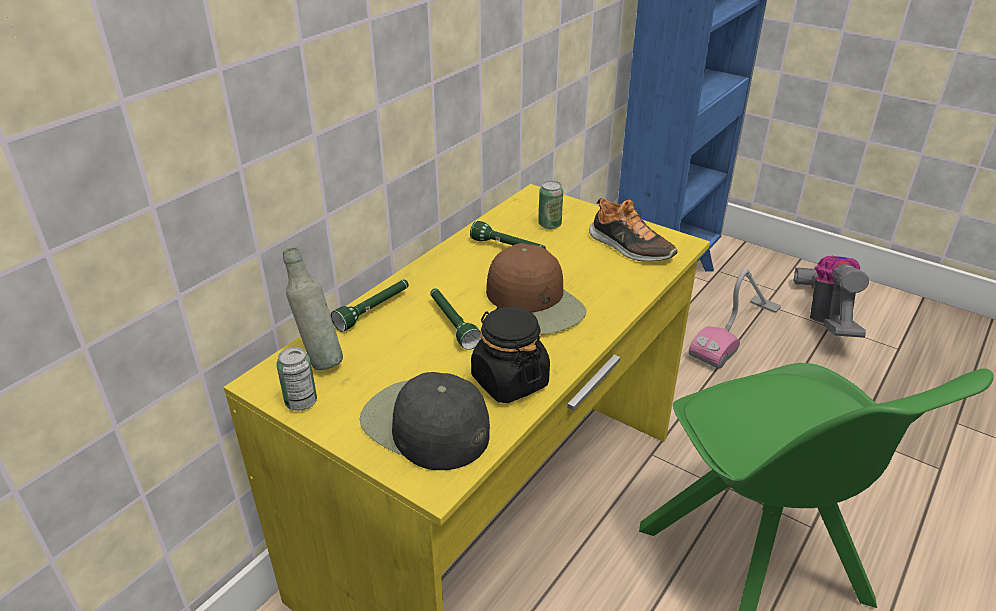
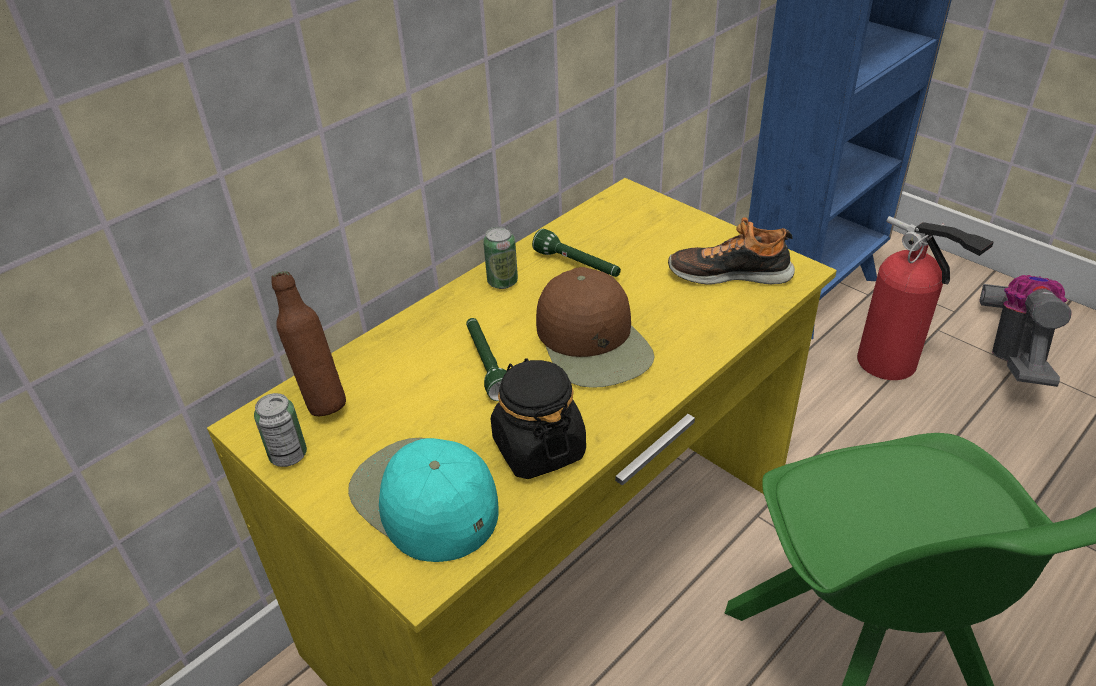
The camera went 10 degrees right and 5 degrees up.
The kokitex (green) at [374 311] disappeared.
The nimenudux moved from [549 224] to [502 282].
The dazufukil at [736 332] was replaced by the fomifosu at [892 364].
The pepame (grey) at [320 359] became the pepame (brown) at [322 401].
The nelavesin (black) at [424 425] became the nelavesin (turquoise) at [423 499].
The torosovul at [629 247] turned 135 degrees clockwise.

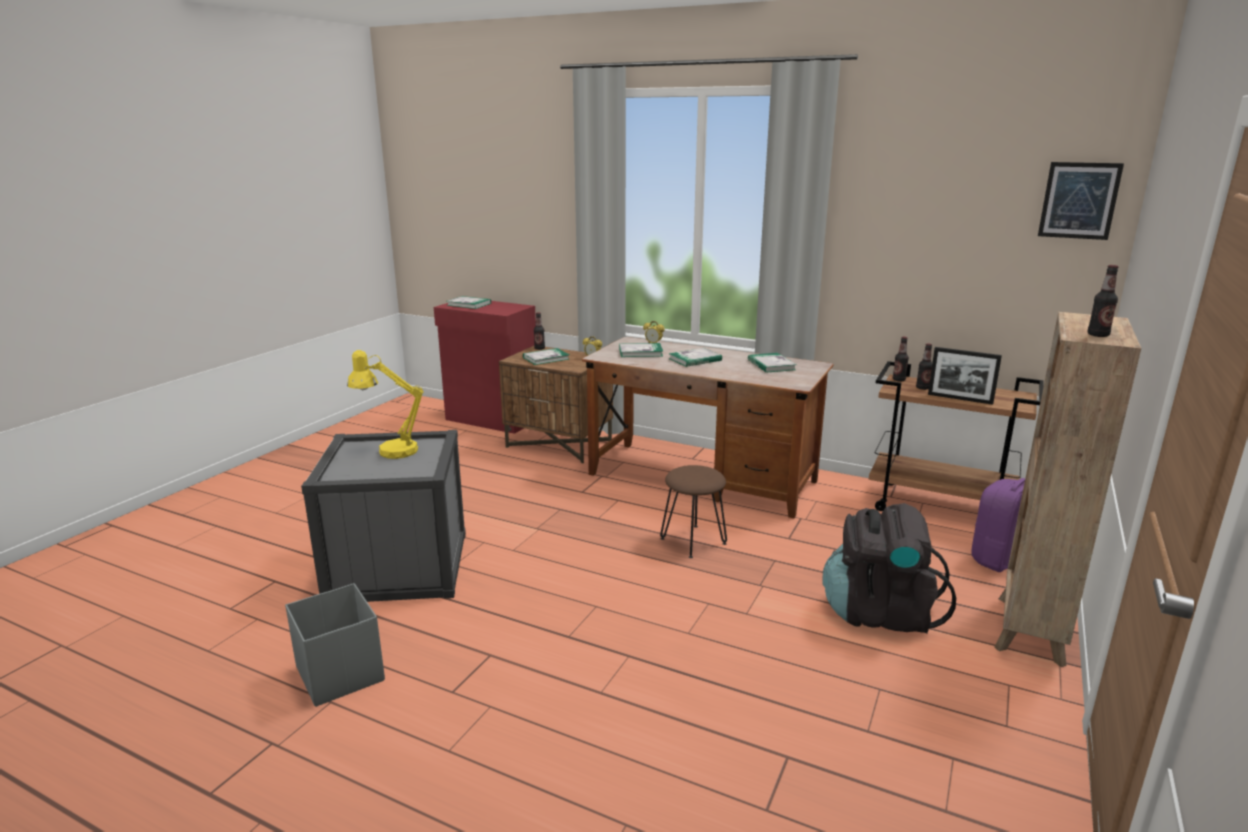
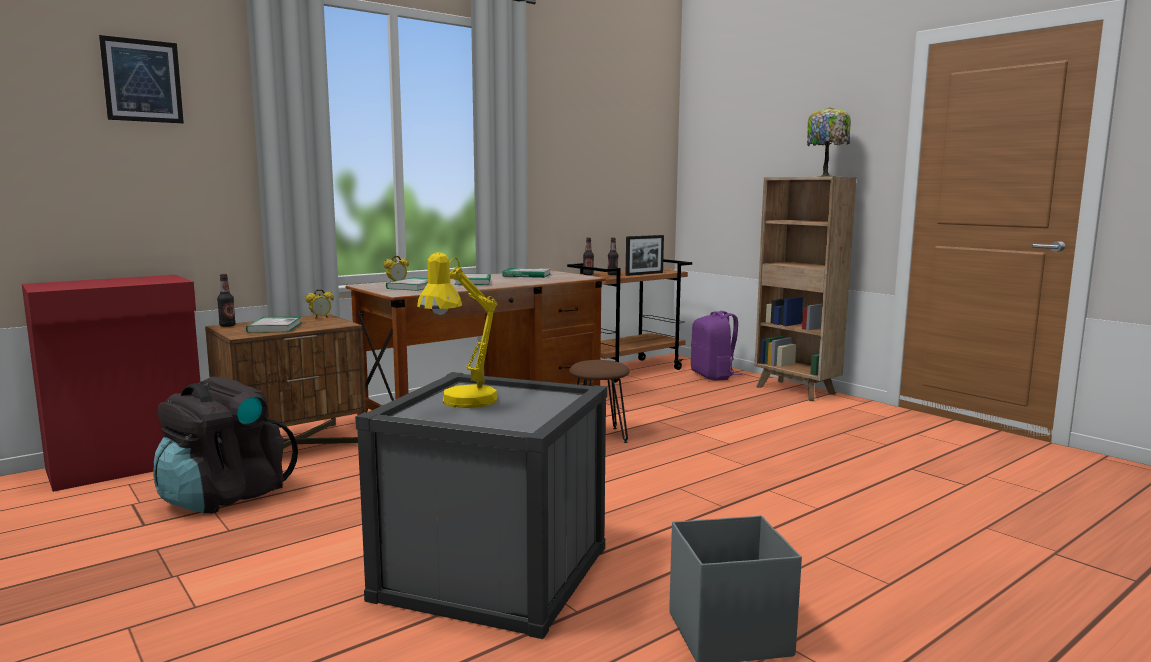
The camera went 65 degrees left and 10 degrees down.
The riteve at [469 304] disappeared.
The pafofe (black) moved from [879 613] to [224 496].
The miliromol moved from [1079 200] to [142 80].
The pepame at [1098 335] was replaced by the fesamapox at [826 176].

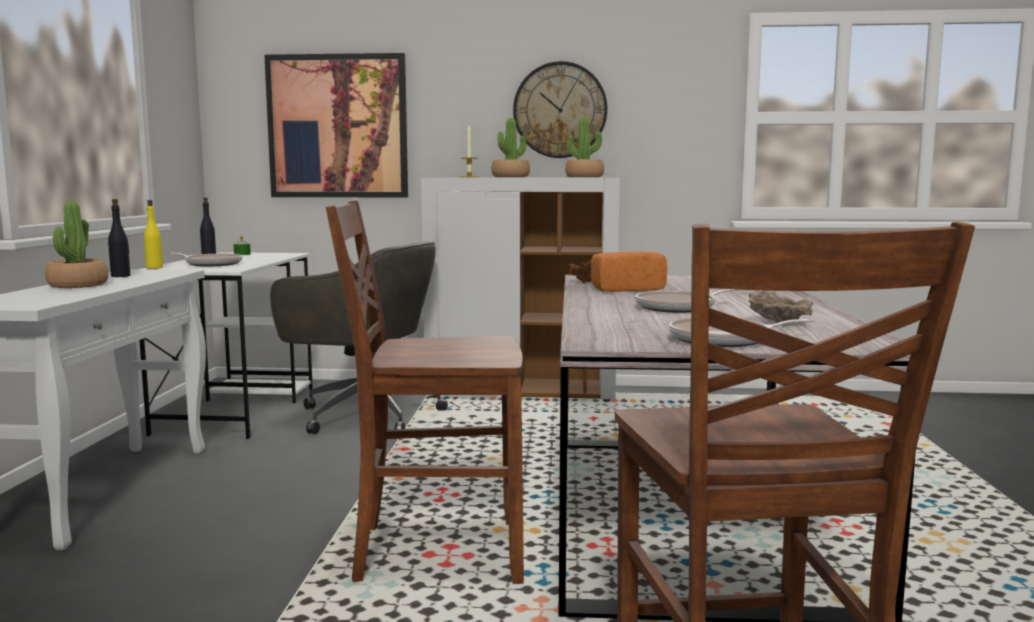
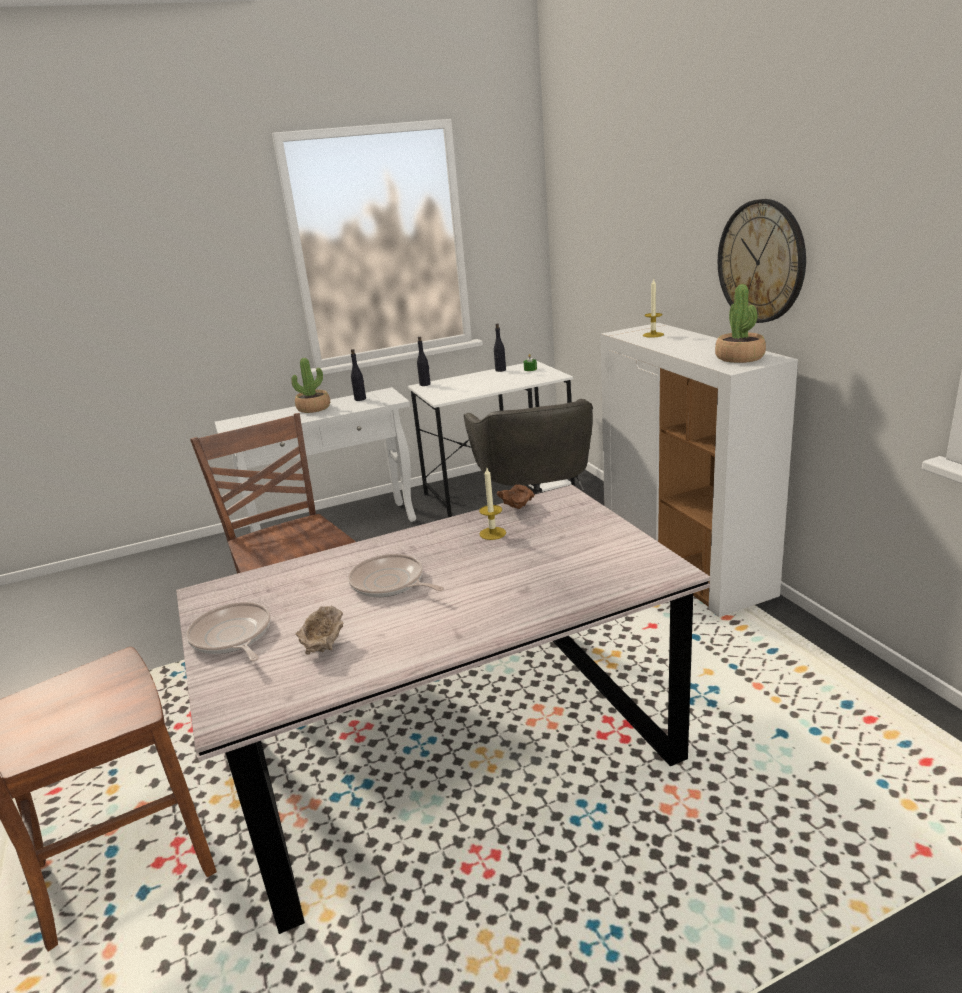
The camera went 65 degrees right and 15 degrees up.
The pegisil at [211 264] disappeared.
The miliromol at [338 126] disappeared.
The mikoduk at [510 177] disappeared.
The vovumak at [625 289] was replaced by the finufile at [492 533].
The pepame (yellow) at [154 268] became the pepame (black) at [425 384].

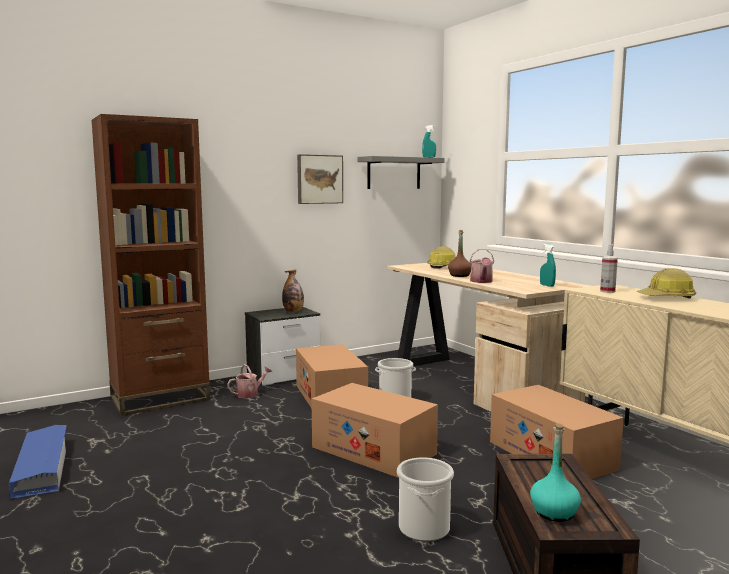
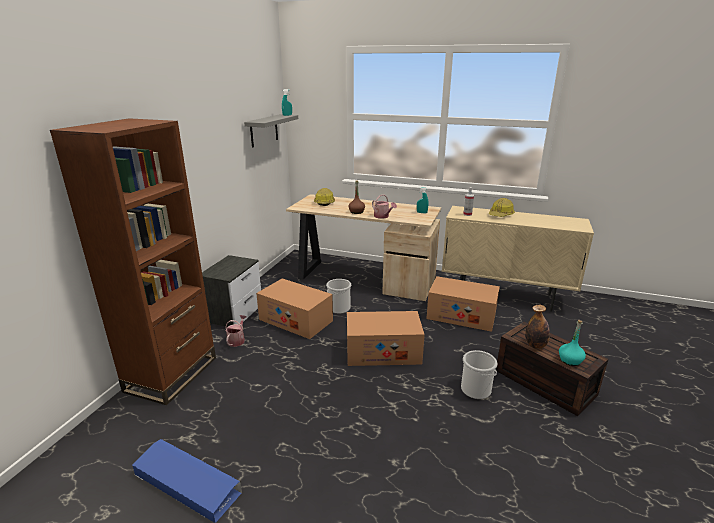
The camera went 40 degrees left and 15 degrees up.
The miliromol at [319 179] disappeared.
The pepame moved from [293 311] to [535 345].

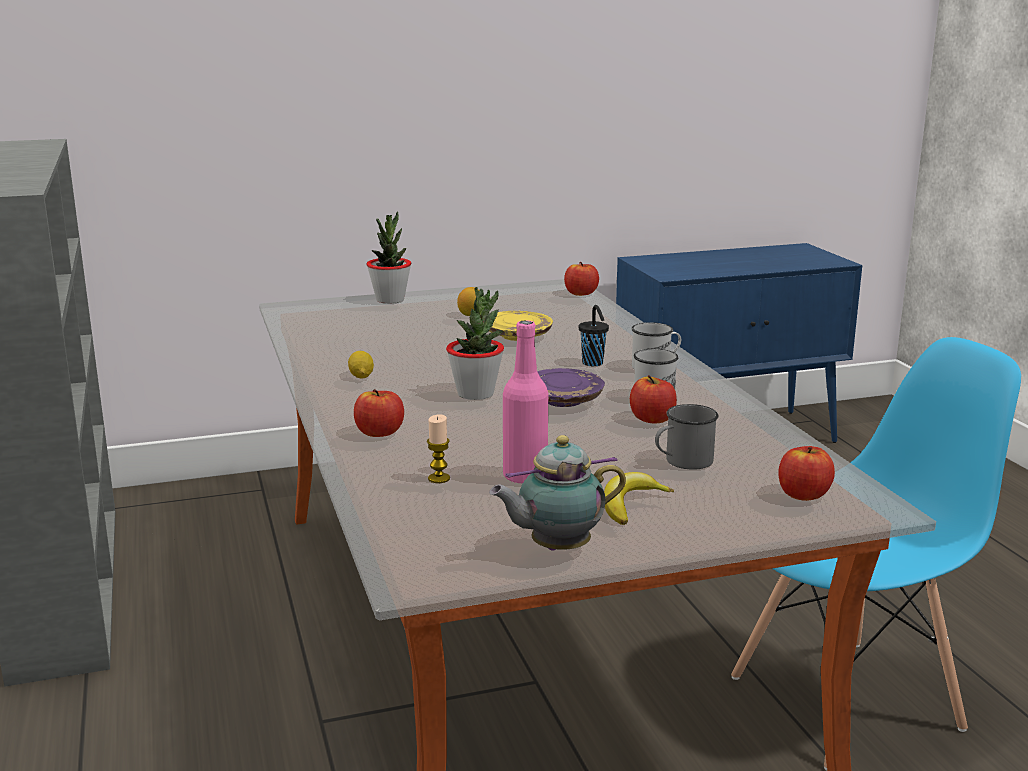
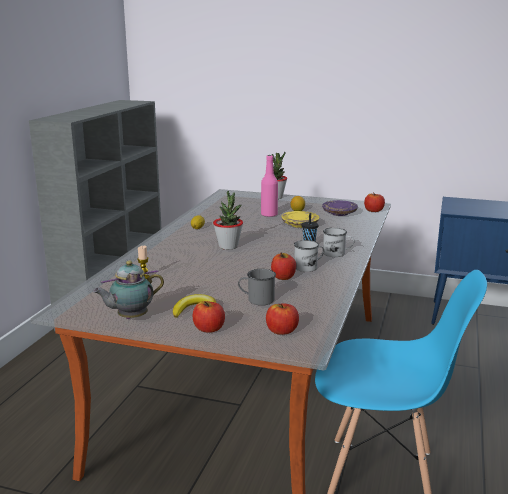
The camera went 35 degrees right and 0 degrees up.
The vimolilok moved from [379 433] to [209 329].
The pepame (pink) moved from [525 476] to [269 215].
The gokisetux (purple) moved from [563 400] to [339 213].
The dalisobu at [556 548] turned 45 degrees counterclockwise.

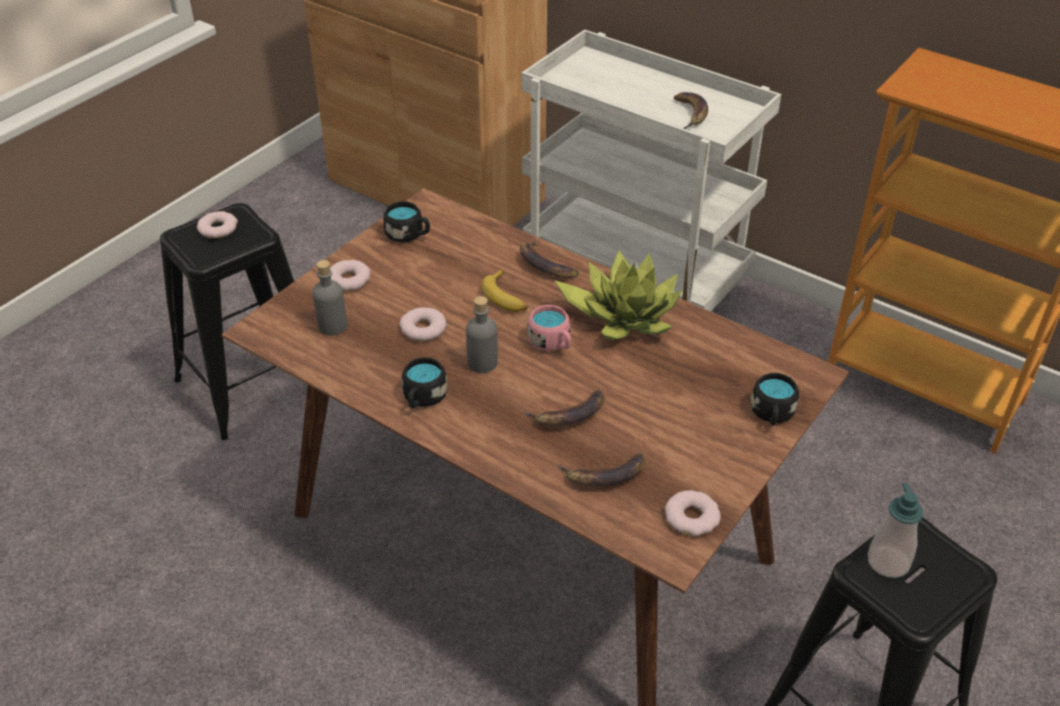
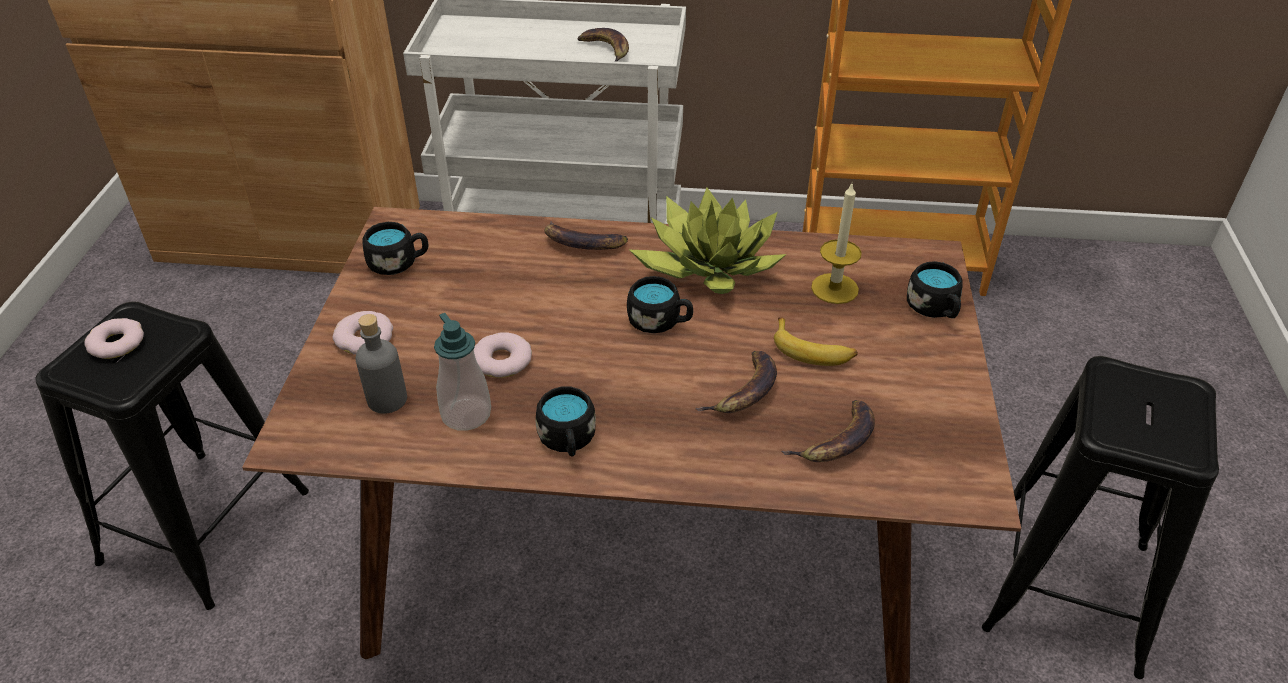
The camera went 30 degrees left and 0 degrees up.
The pepame (grey) at [482 363] disappeared.
The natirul at [692 517] disappeared.
The finufile at [834 288] appeared.
The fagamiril moved from [506 297] to [813 350].
The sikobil moved from [888 562] to [466 414].
The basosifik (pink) at [552 343] became the basosifik (black) at [660 322].

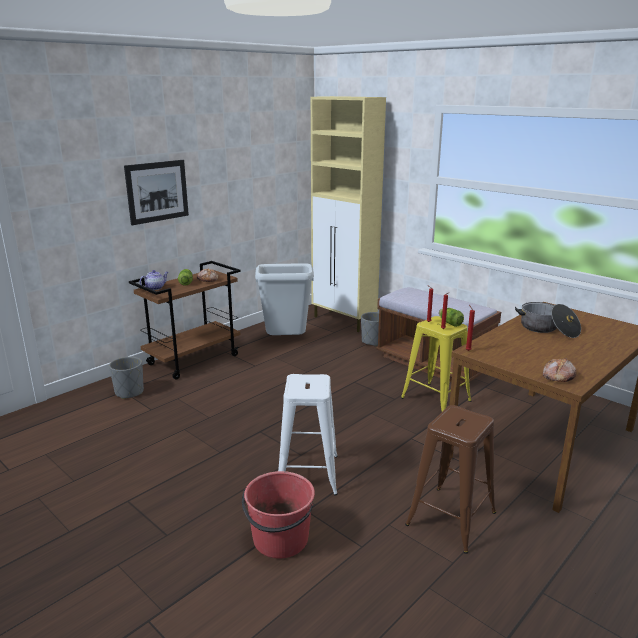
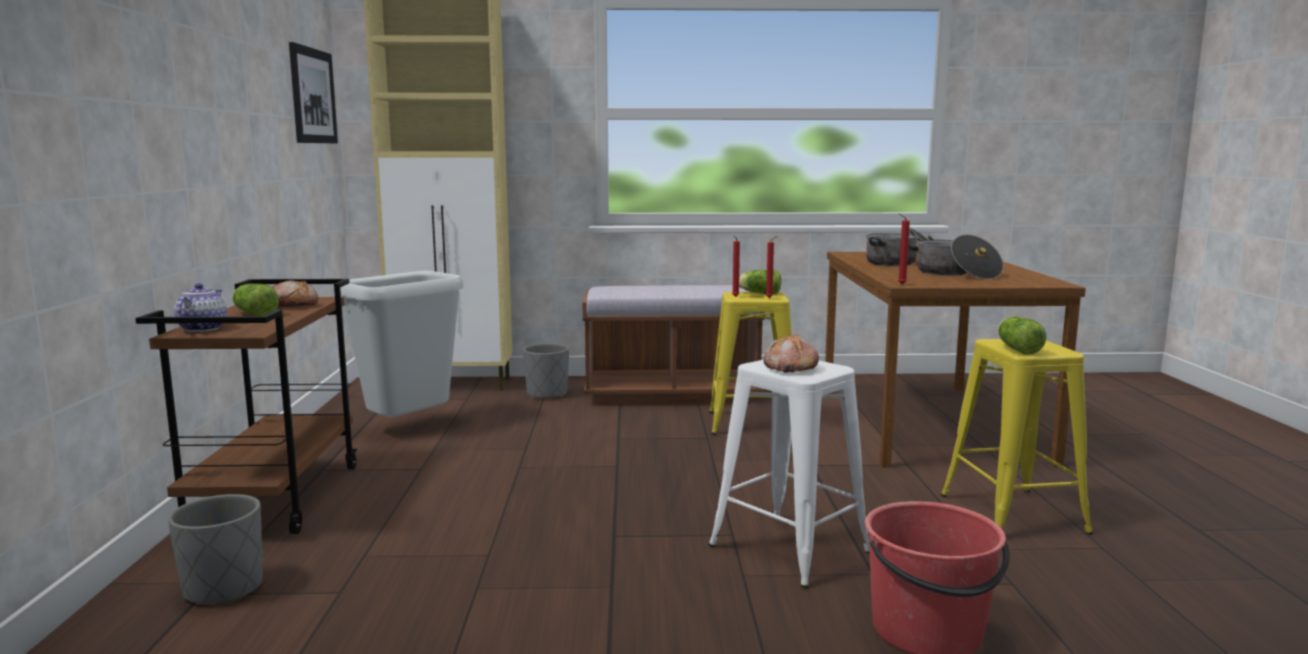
The camera went 45 degrees left and 10 degrees down.
The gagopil at [954 273] appeared.
The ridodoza at [1017 349] appeared.
The miliromol moved from [157 191] to [313 96].
The vovumak moved from [558 376] to [789 367].
The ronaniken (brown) at [451 518] became the ronaniken (yellow) at [1012 513].

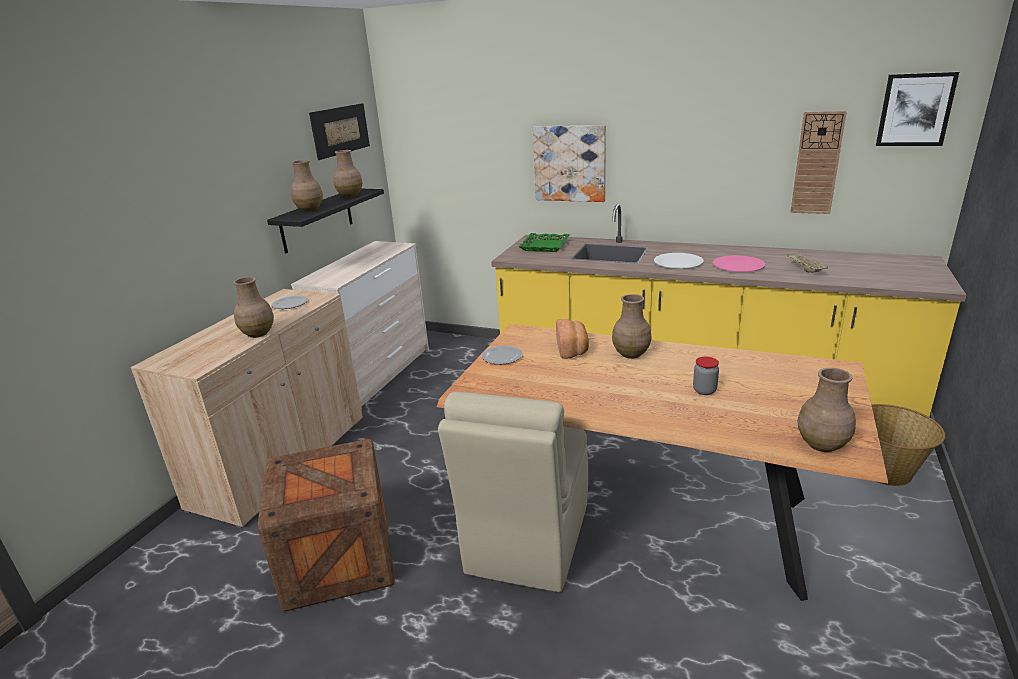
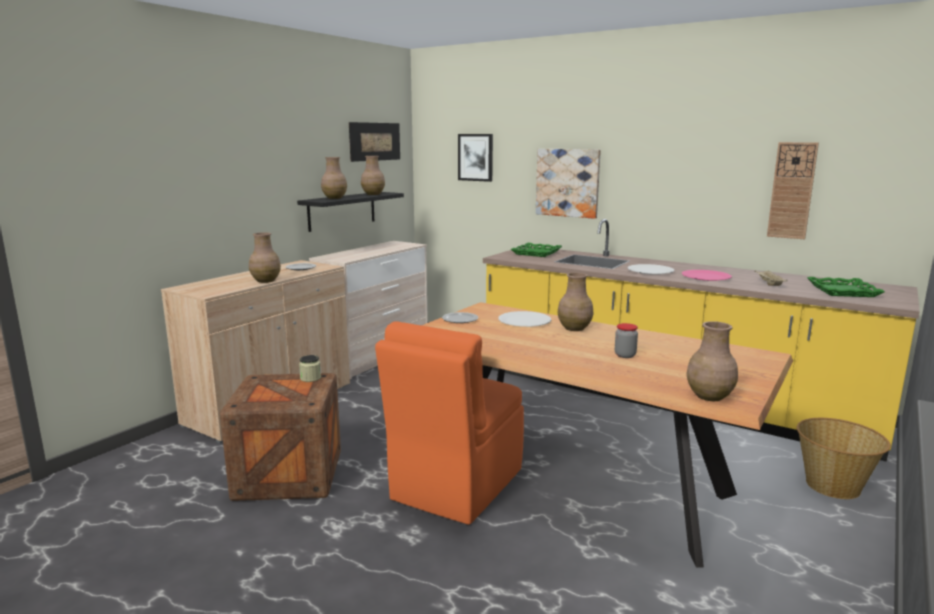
The camera went 10 degrees right and 10 degrees down.
The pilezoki at [310 378] appeared.
The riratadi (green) at [842 291] appeared.
The miliromol moved from [915 109] to [475 157].
The vovumak at [572 349] was replaced by the gokisetux (white) at [524 321].
The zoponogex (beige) at [526 540] became the zoponogex (orange) at [455 486].

